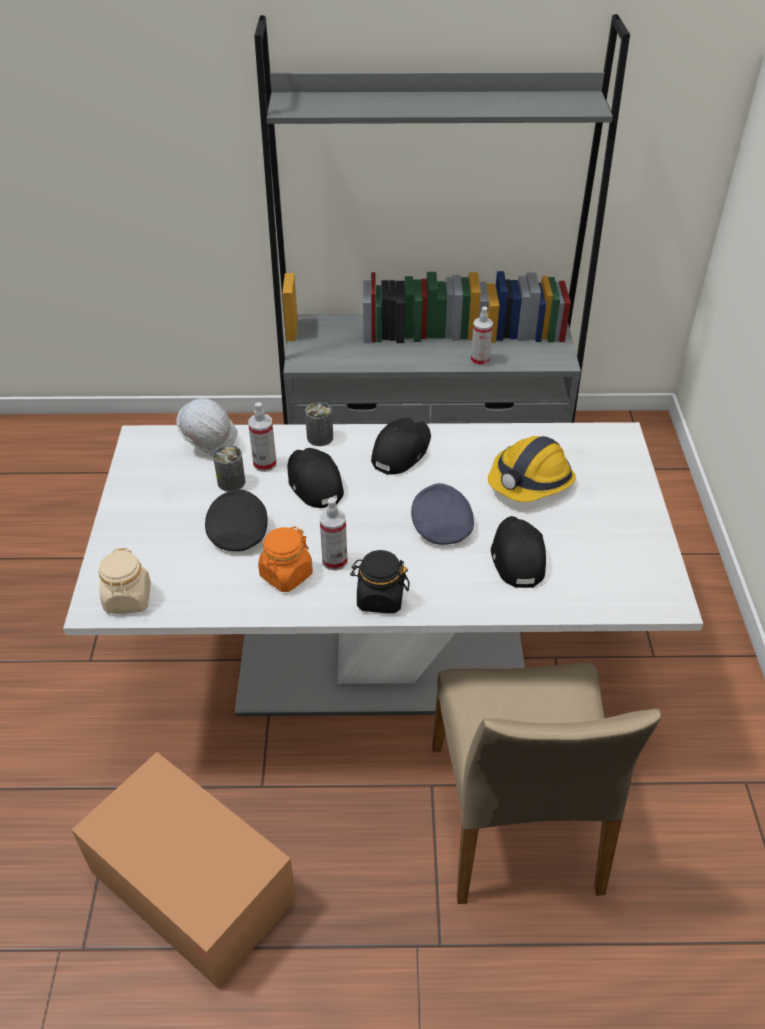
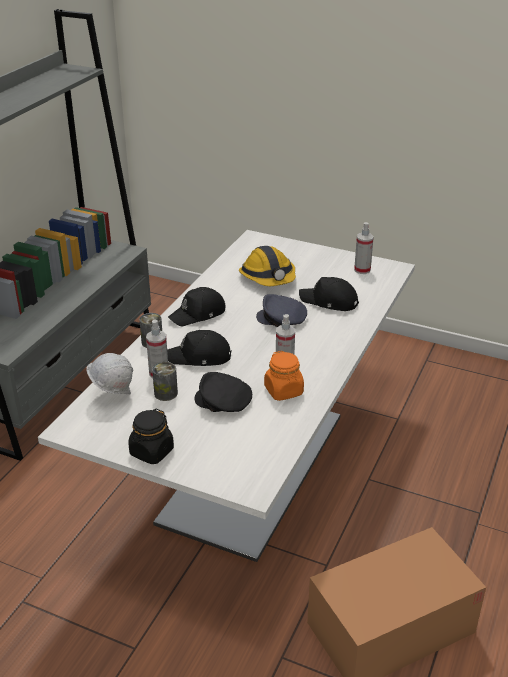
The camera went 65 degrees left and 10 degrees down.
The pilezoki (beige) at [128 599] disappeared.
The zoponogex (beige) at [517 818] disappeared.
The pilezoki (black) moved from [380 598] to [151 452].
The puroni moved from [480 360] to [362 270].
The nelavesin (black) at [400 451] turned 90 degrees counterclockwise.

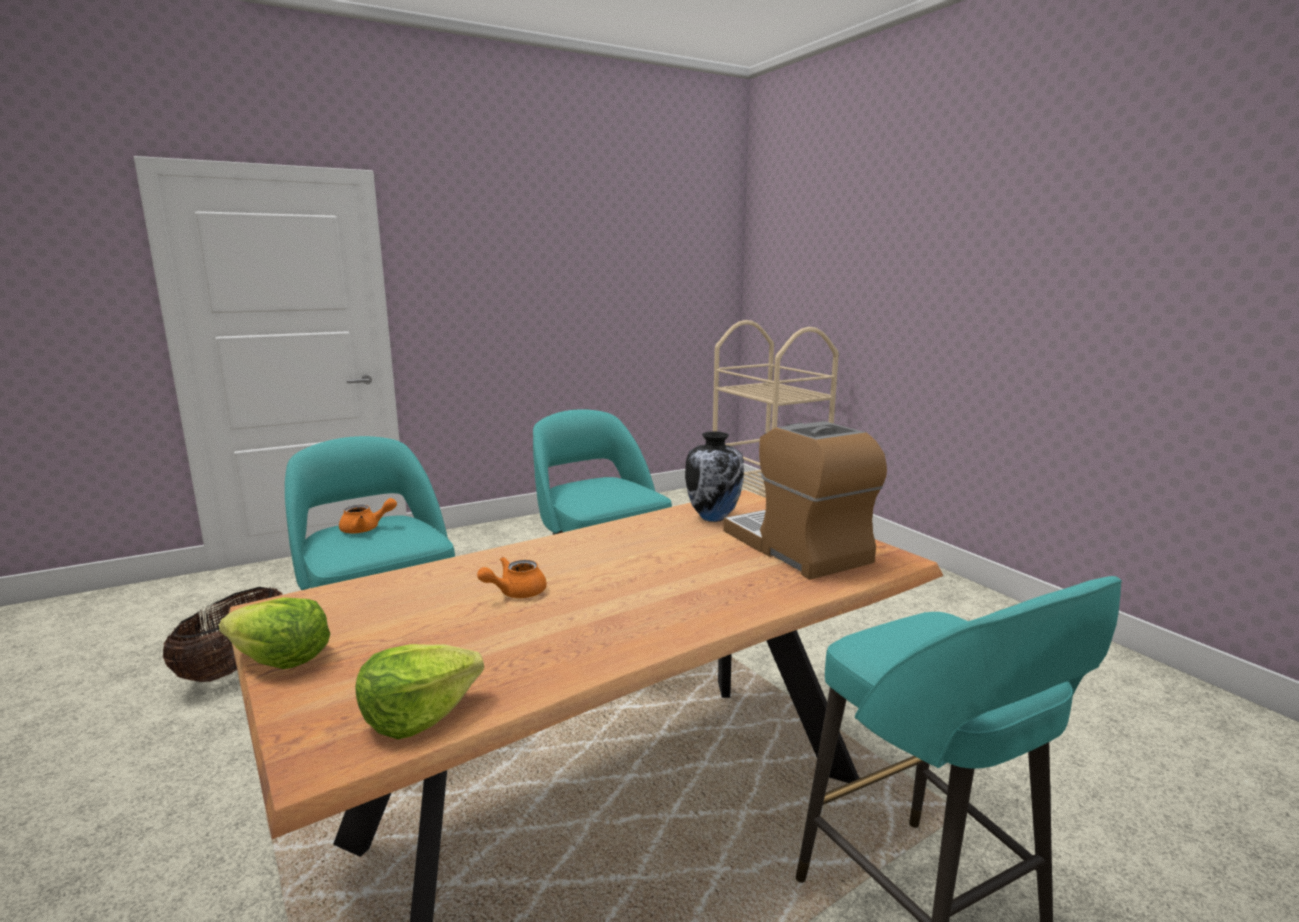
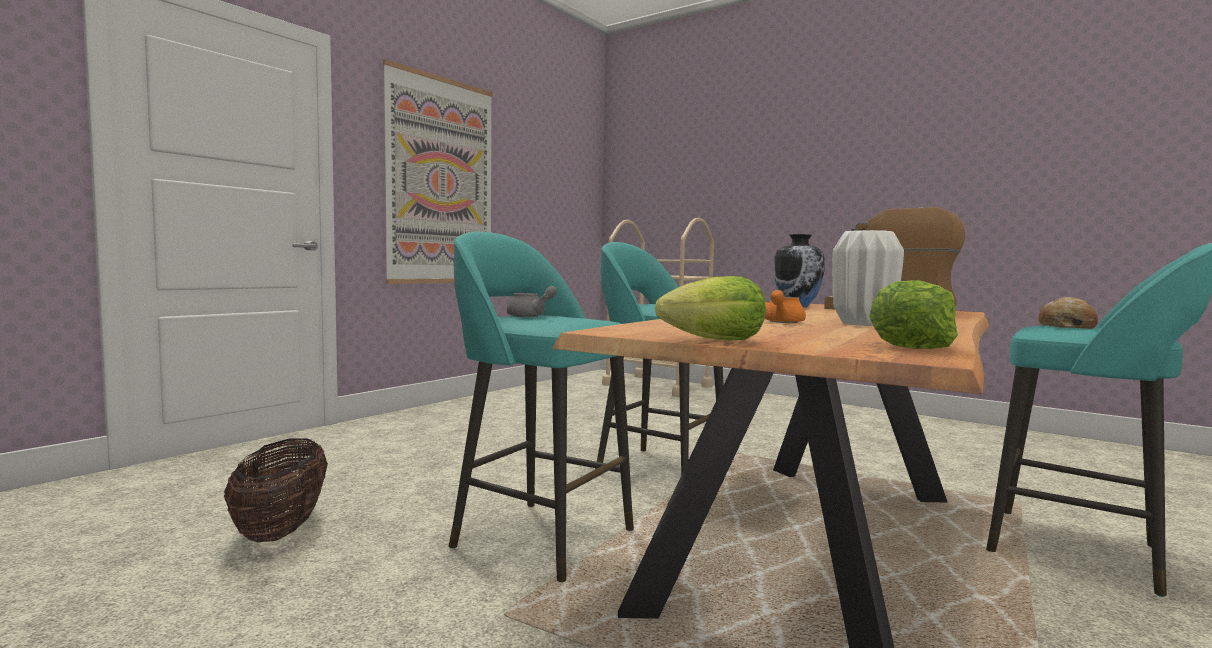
The camera went 25 degrees left and 10 degrees down.
The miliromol at [441 181] appeared.
The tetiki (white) at [862 324] appeared.
The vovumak at [1066 326] appeared.
The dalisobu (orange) at [366 529] became the dalisobu (grey) at [531 316].

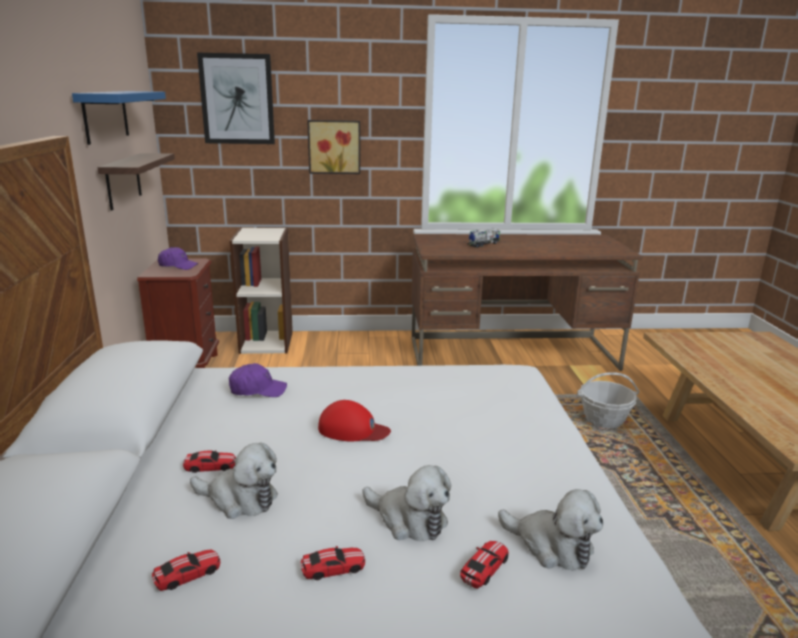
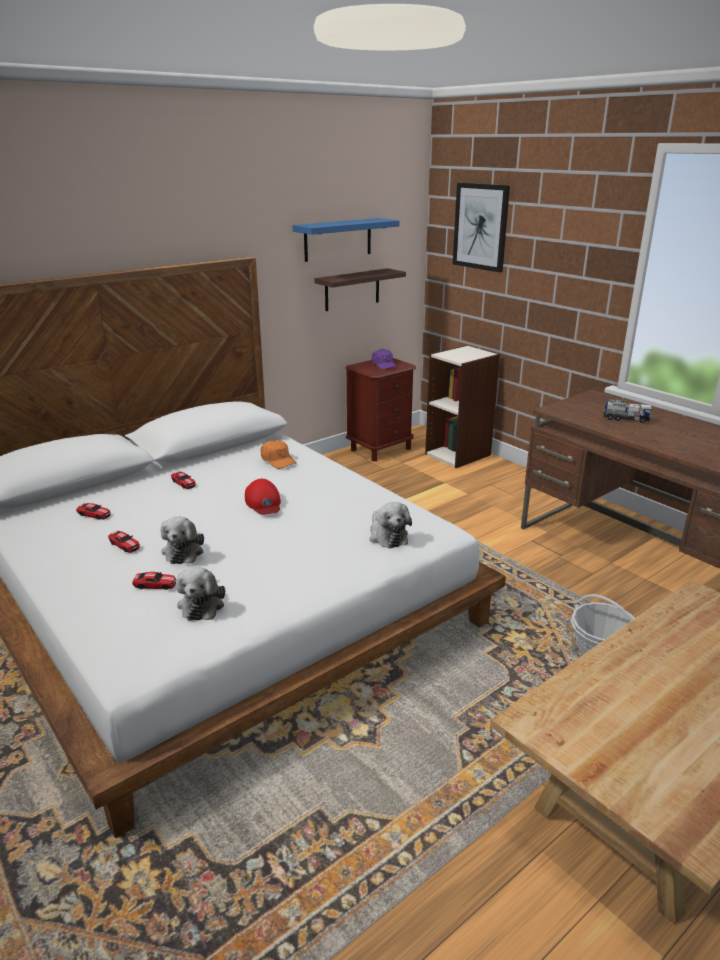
The camera went 55 degrees right and 5 degrees up.
The miliromol at [334 147] disappeared.
The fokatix moved from [239 499] to [387 536].
The nelavesin (purple) at [257 390] became the nelavesin (orange) at [278 460].

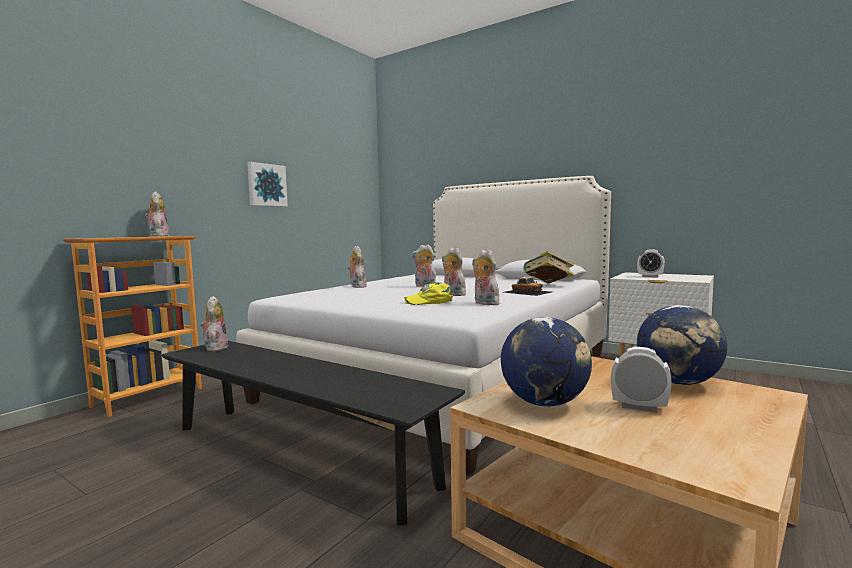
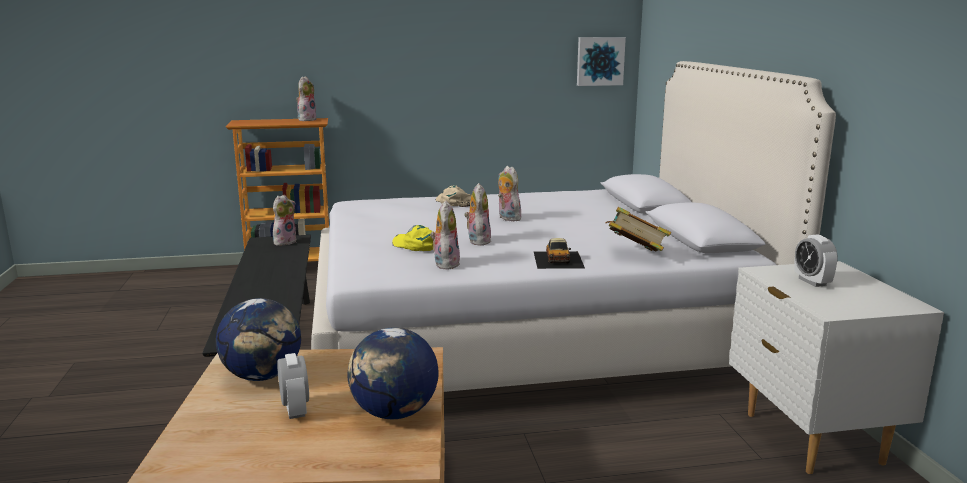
The camera went 45 degrees right and 10 degrees up.
The miliromol moved from [266 185] to [600 61].
The fokatix at [357 286] was replaced by the nelavesin (beige) at [454 202].

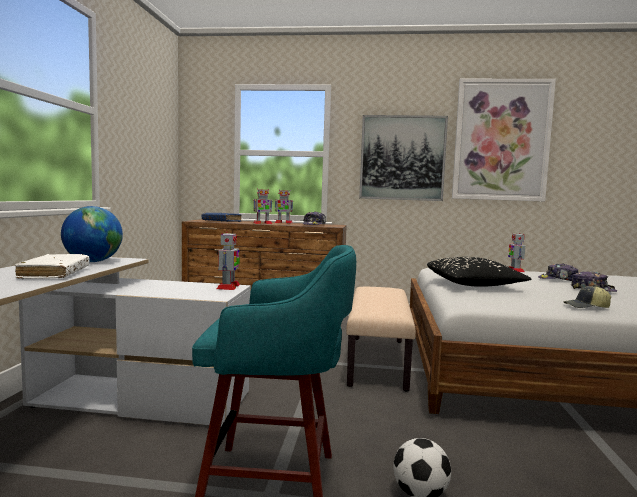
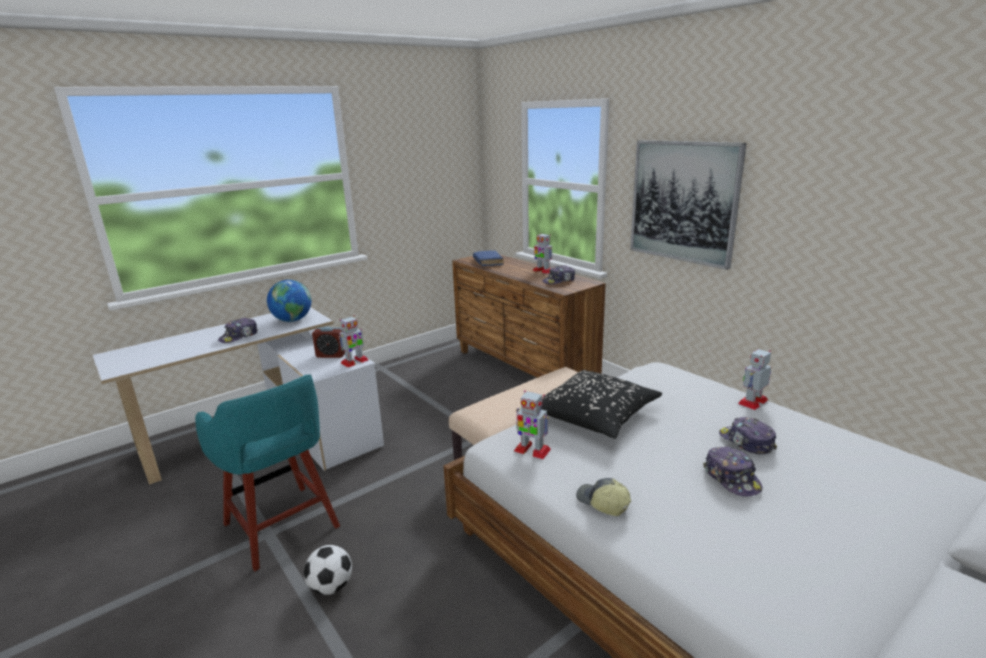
The camera went 45 degrees right and 15 degrees up.
The miliromol at [501 140] disappeared.
The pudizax at [331 355] appeared.
The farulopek moved from [262 223] to [531 450].
The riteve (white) at [55 274] was replaced by the nelavesin at [239 336].

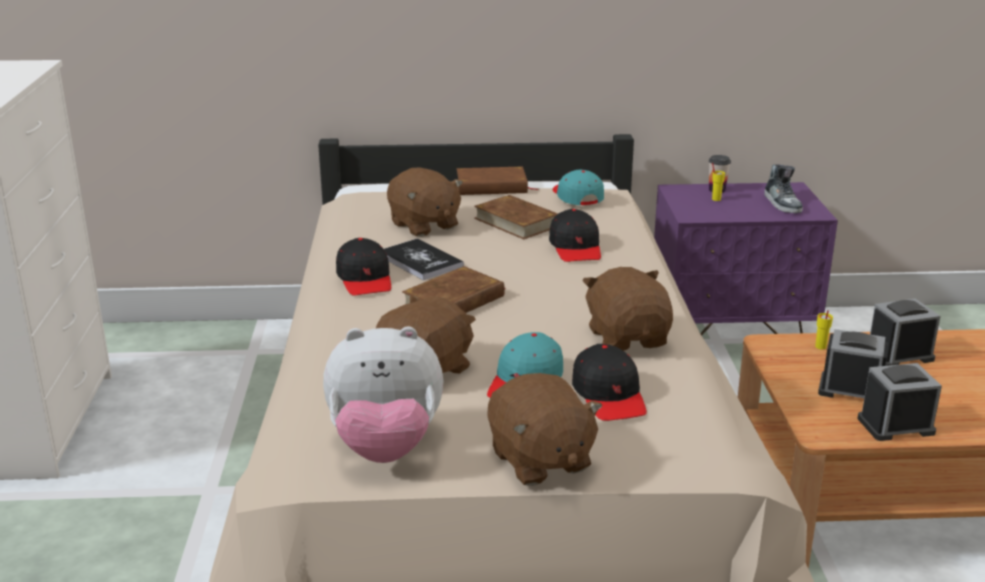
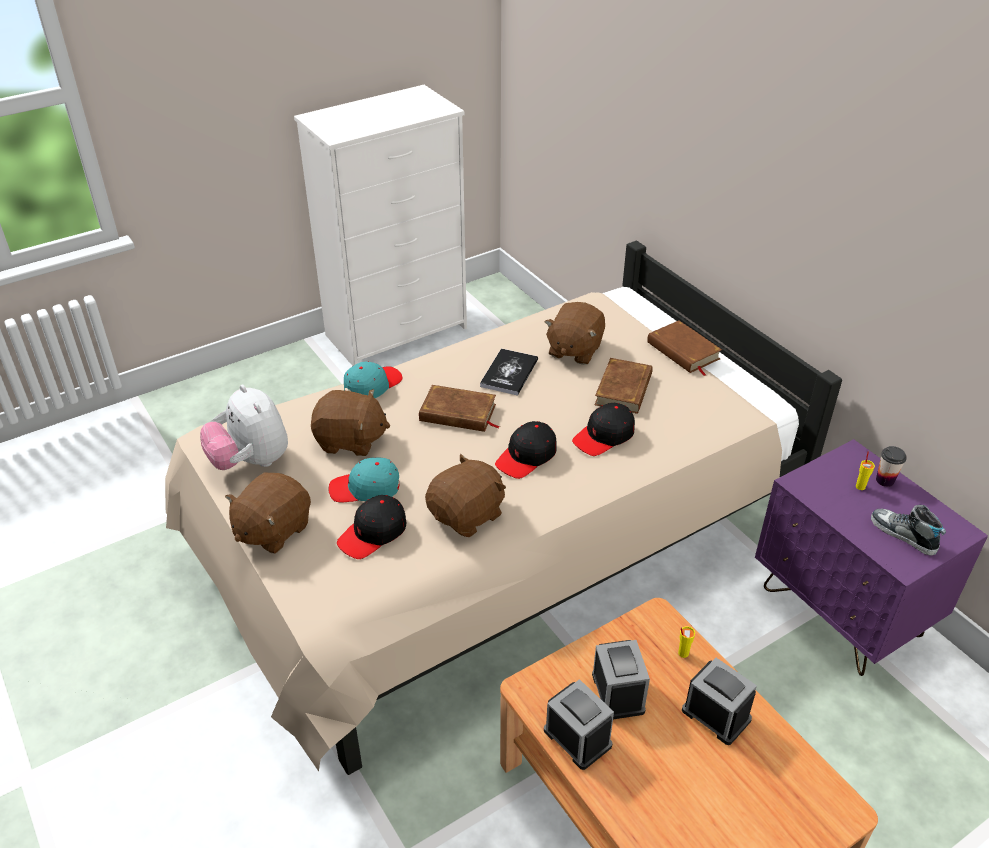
The camera went 60 degrees right and 15 degrees up.
The nelavesin (black) moved from [365 279] to [526 456].
The nelavesin (turquoise) moved from [577 197] to [372 385].
The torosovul at [782 204] turned 90 degrees clockwise.

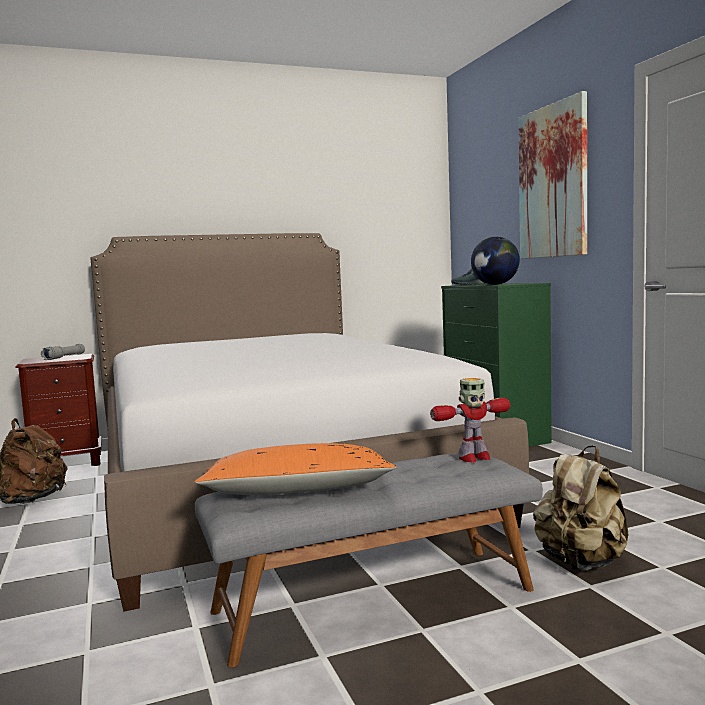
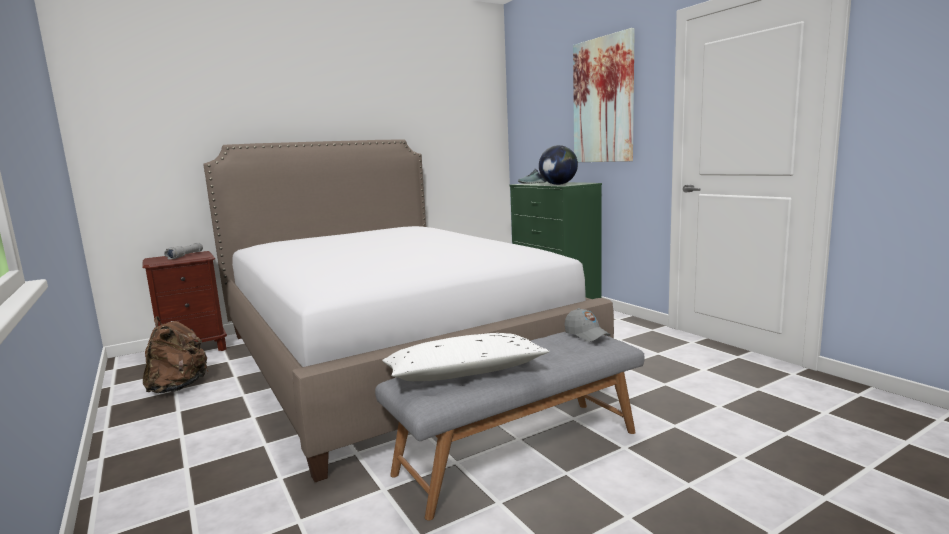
The camera went 10 degrees left and 5 degrees up.
The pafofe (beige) at [581 563] disappeared.
The farulopek at [473 458] was replaced by the nelavesin (grey) at [586 335].
The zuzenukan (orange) at [297 491] became the zuzenukan (white) at [464 373].

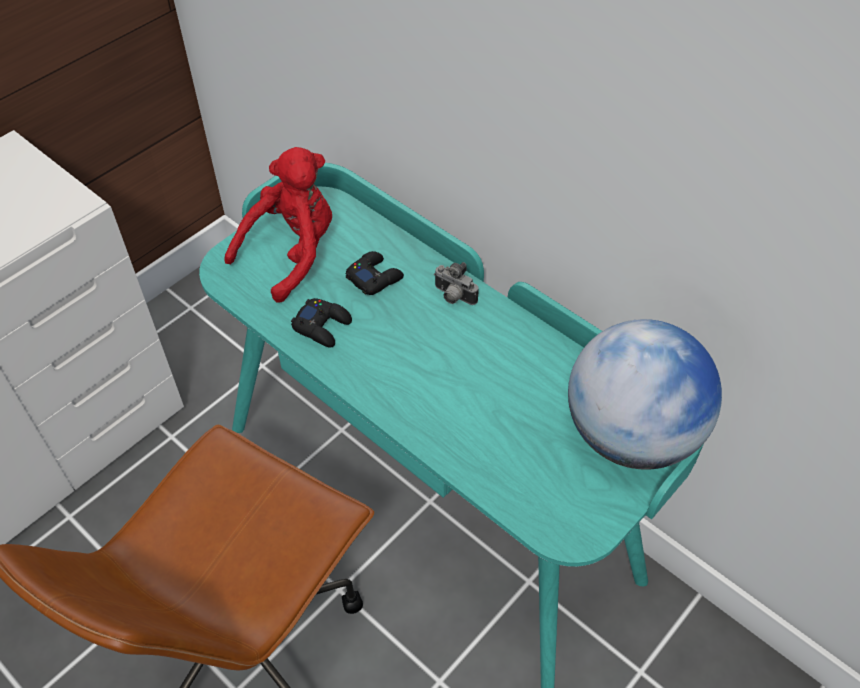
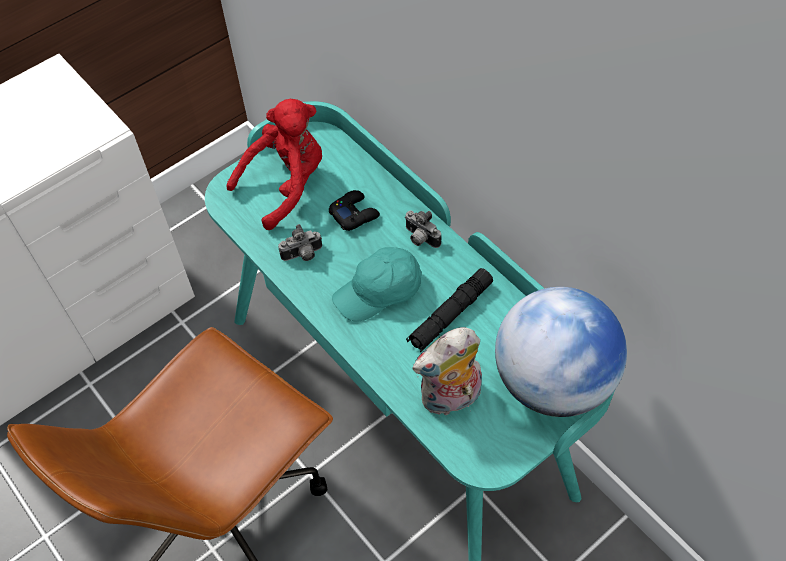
The camera went 10 degrees right and 5 degrees up.
The nelavesin (turquoise) at [379 292] appeared.
The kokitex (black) at [450 315] appeared.
The fokatix at [450 399] appeared.
The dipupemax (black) at [322 326] was replaced by the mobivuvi at [303 255].

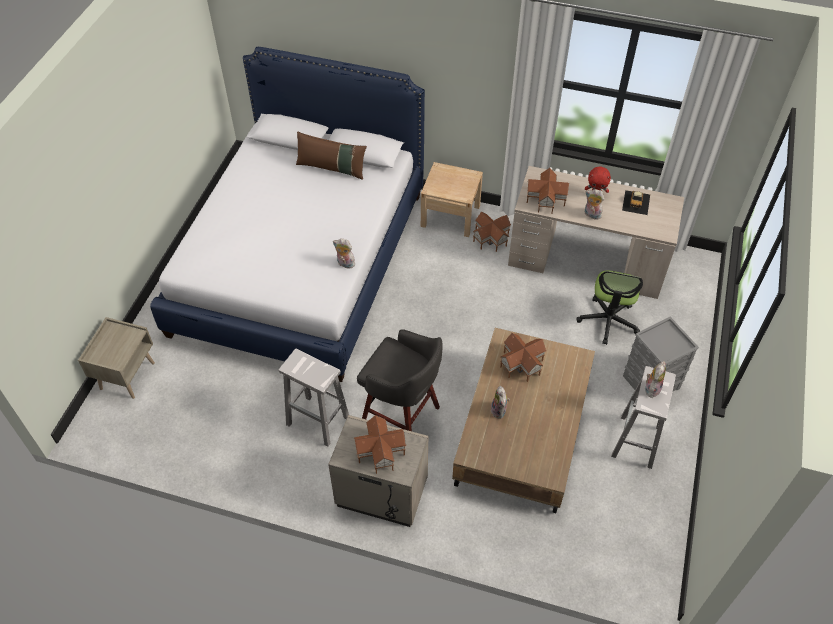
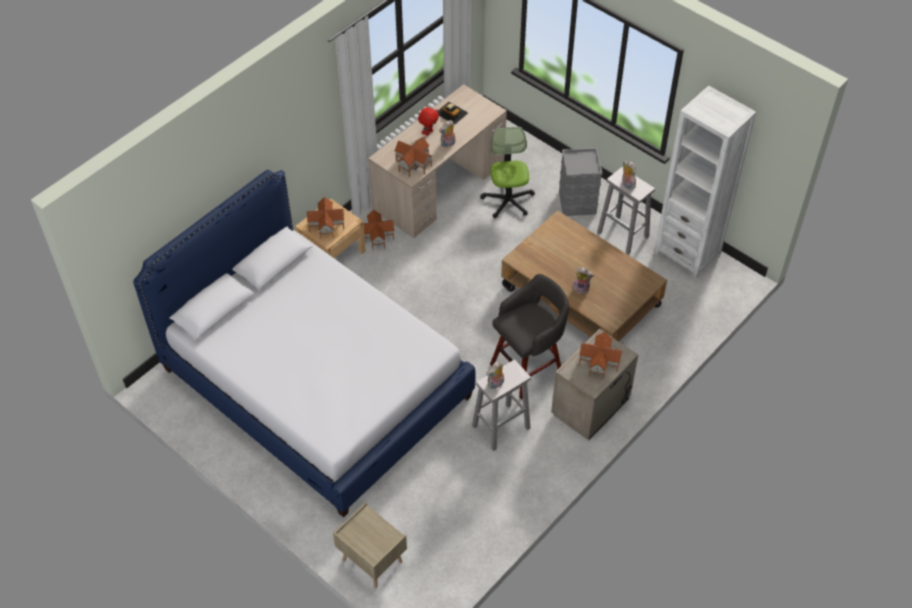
The camera went 65 degrees left and 0 degrees up.
The zuzenukan (brown) at [332 168] disappeared.
The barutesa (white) at [687 252] appeared.
The fokatix moved from [345 264] to [496 384].
The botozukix moved from [521 364] to [327 226].
The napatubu at [608 321] turned 135 degrees counterclockwise.

